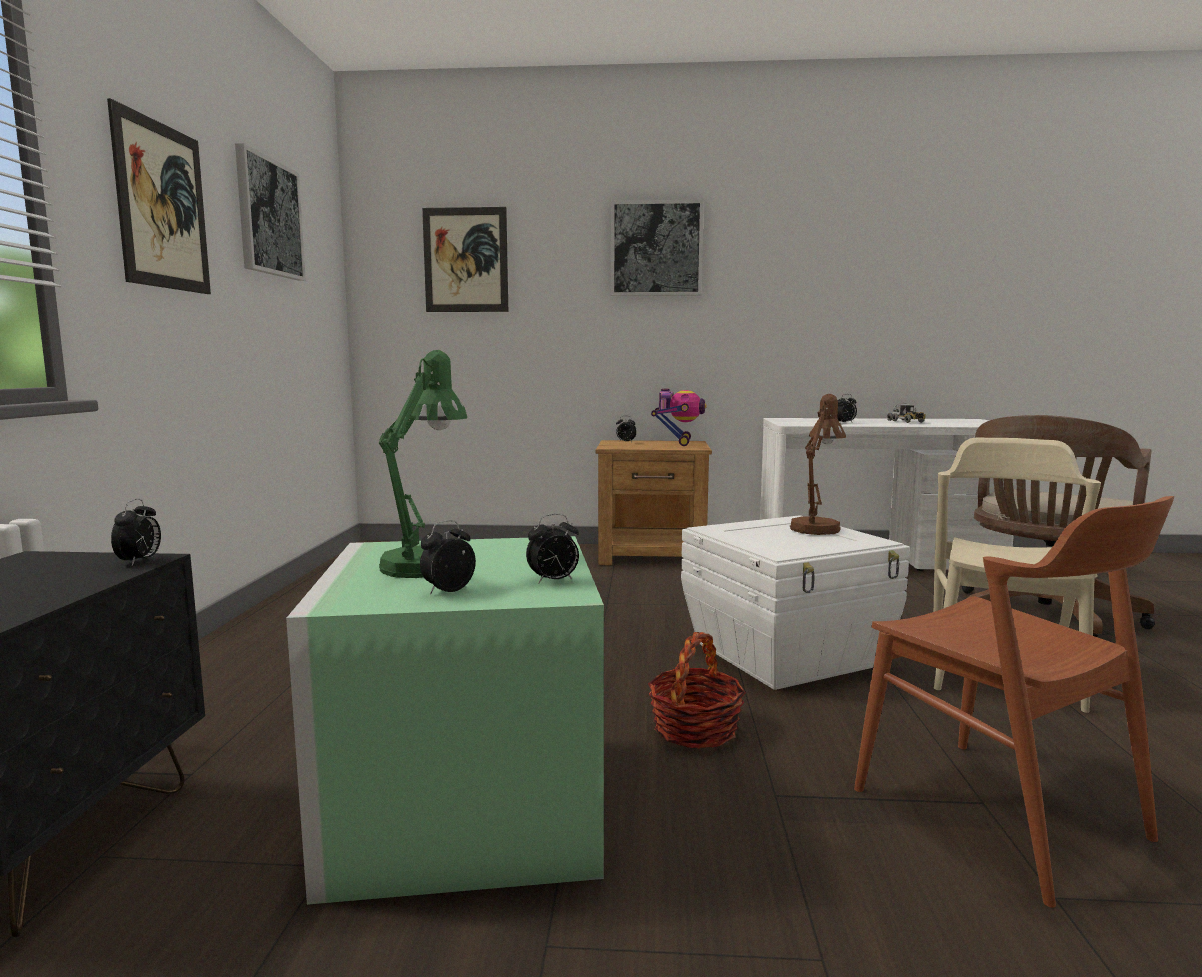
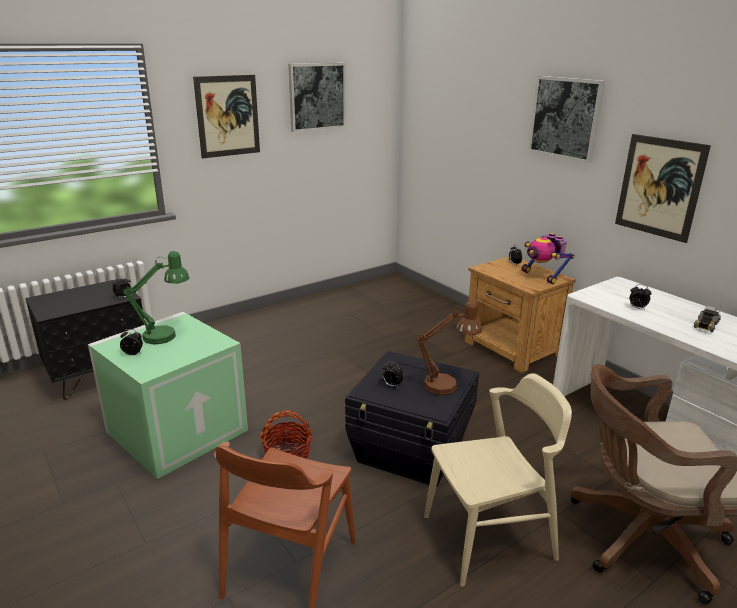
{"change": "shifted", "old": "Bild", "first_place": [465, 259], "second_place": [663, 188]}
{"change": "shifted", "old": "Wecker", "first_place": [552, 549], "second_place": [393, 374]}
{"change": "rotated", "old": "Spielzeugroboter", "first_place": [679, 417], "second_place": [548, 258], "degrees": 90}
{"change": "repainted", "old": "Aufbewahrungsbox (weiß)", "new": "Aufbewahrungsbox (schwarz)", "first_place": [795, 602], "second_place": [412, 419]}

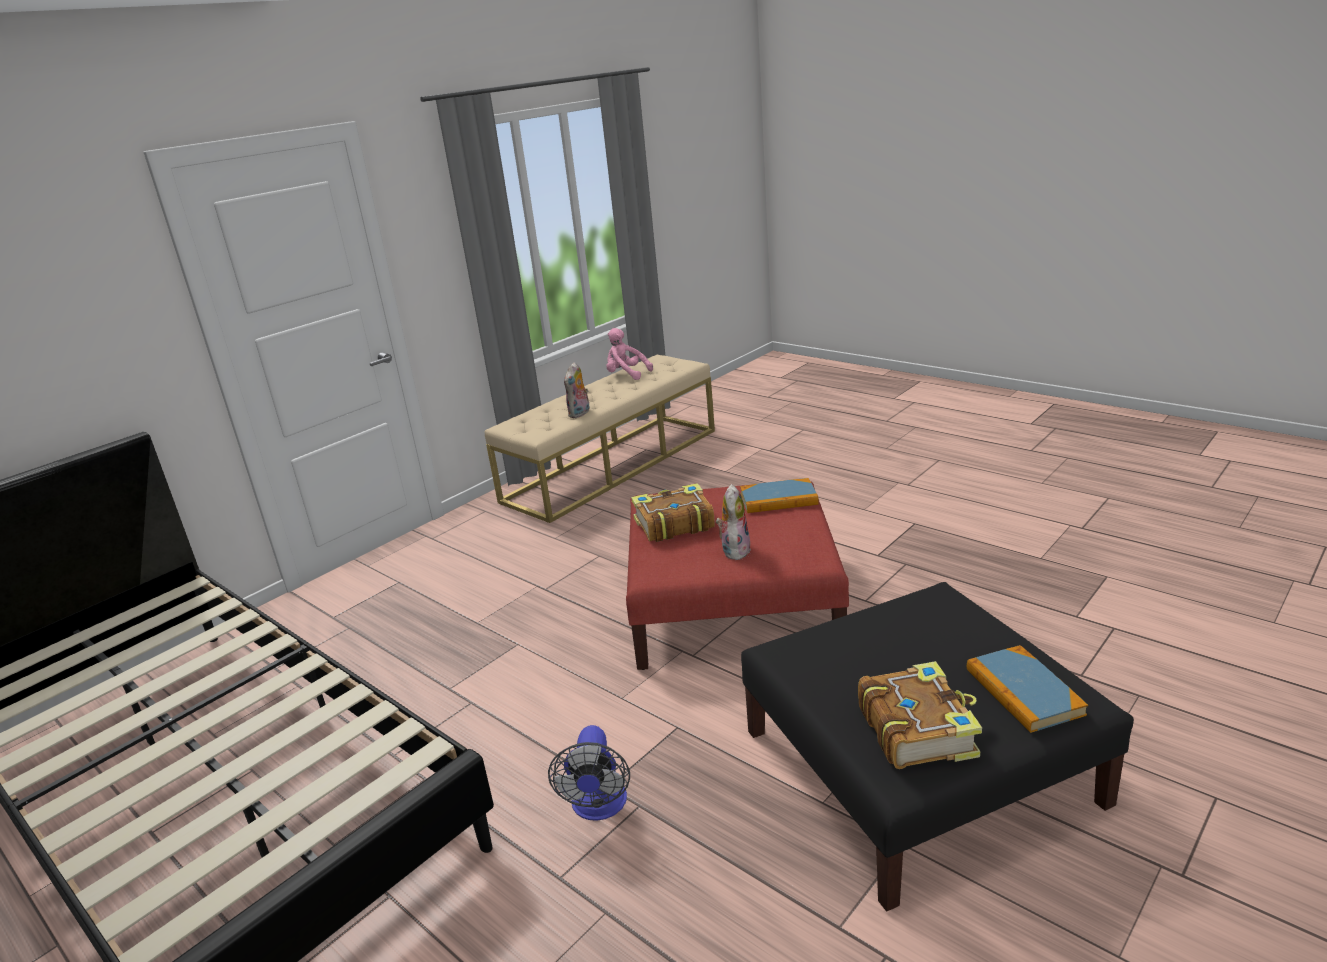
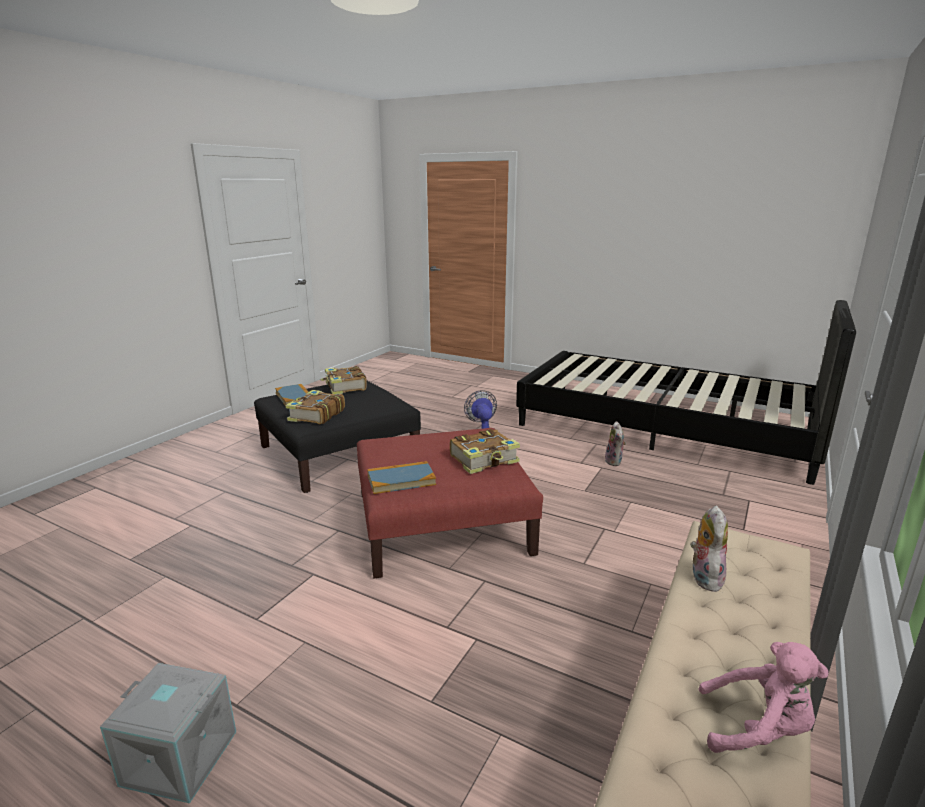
{"change": "shifted", "old": "Plüschtier", "first_place": [733, 522], "second_place": [615, 443]}
{"change": "new", "new": "Aufbewahrungsbox (grau)", "second_place": [168, 733]}
{"change": "new", "new": "Buch", "second_place": [315, 407]}

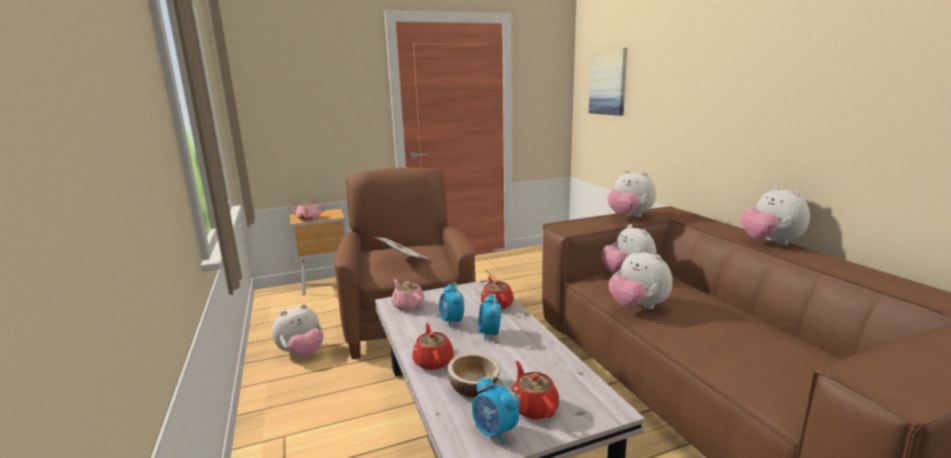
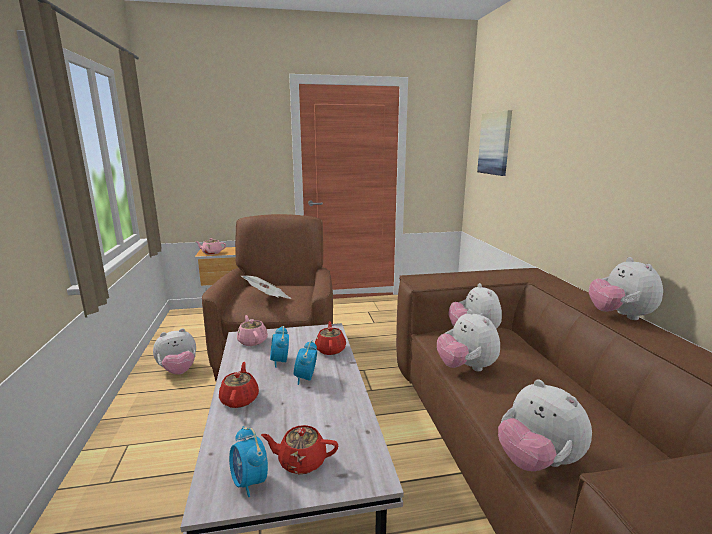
{"change": "gone", "old": "Schüssel", "first_place": [474, 375]}
{"change": "rotated", "old": "Teekanne (rot)", "first_place": [535, 390], "second_place": [299, 449], "degrees": -75}
{"change": "shifted", "old": "Plüschtier", "first_place": [631, 193], "second_place": [545, 425]}

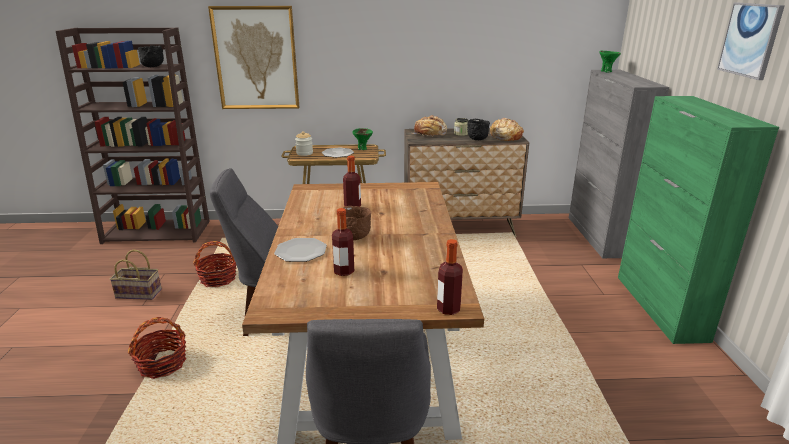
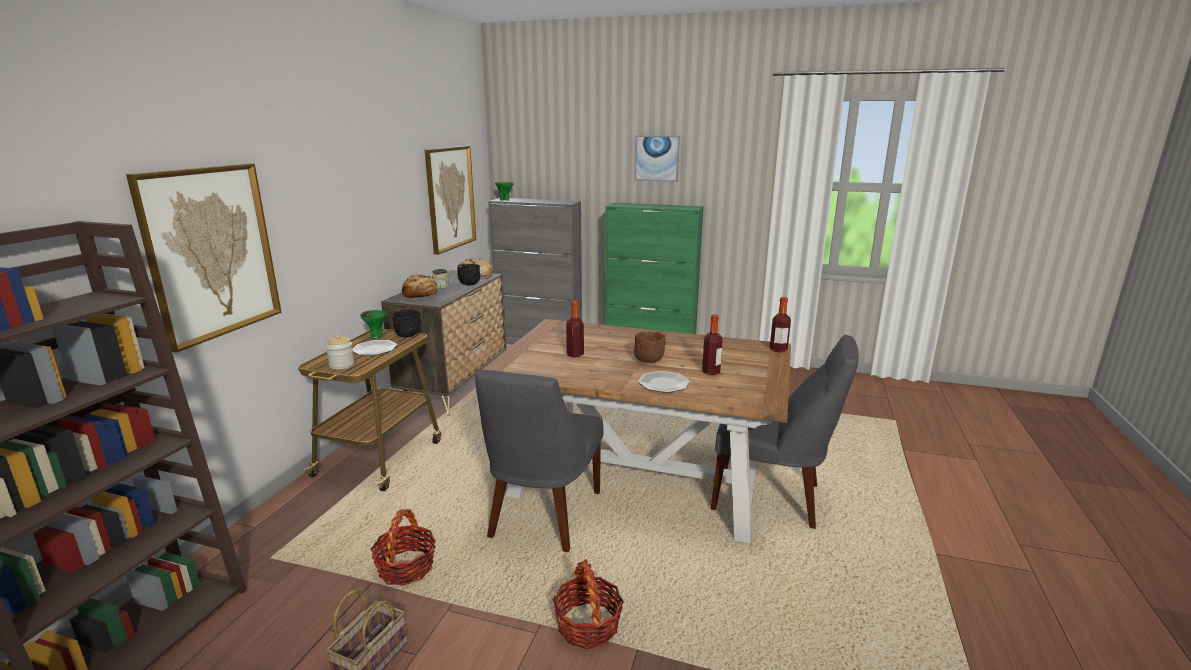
{"change": "shifted", "old": "Schüssel (schwarz)", "first_place": [151, 56], "second_place": [406, 323]}
{"change": "new", "new": "Bild", "second_place": [450, 200]}

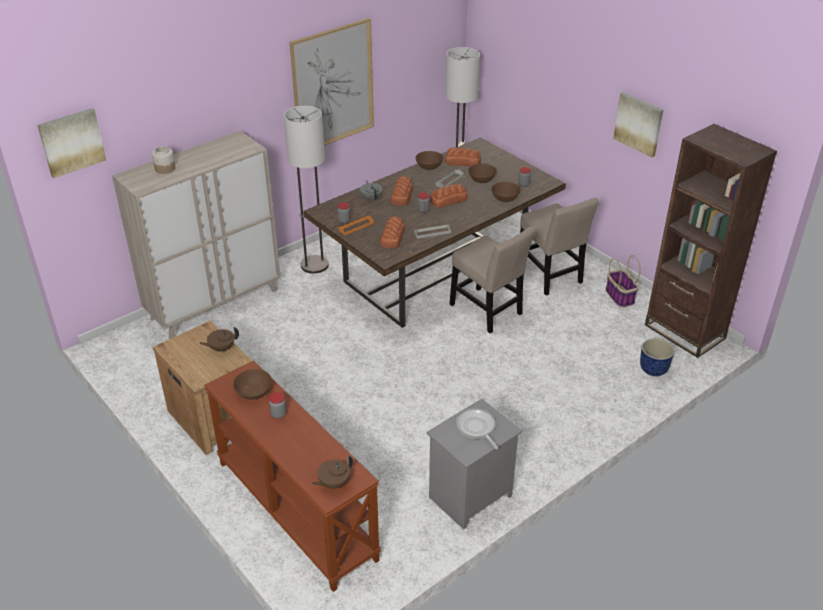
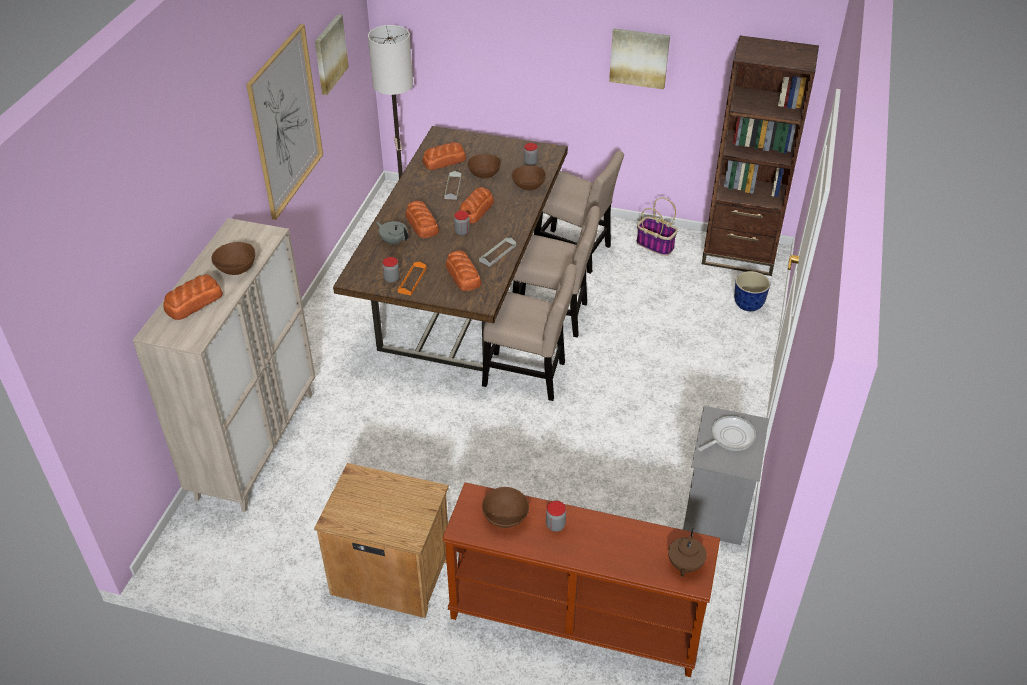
{"change": "shifted", "old": "Bild", "first_place": [71, 143], "second_place": [332, 54]}
{"change": "swapped", "old": "Vorratsglas", "new": "Brot", "first_place": [163, 160], "second_place": [193, 297]}
{"change": "gone", "old": "Teekanne (braun)", "first_place": [219, 339]}
{"change": "gone", "old": "Stehlampe", "first_place": [306, 190]}
{"change": "shifted", "old": "Schüssel (braun)", "first_place": [429, 160], "second_place": [233, 258]}
{"change": "rotated", "old": "Pfanne", "first_place": [477, 429], "second_place": [727, 433], "degrees": 120}
{"change": "new", "new": "Stuhl (beige)", "second_place": [529, 332]}

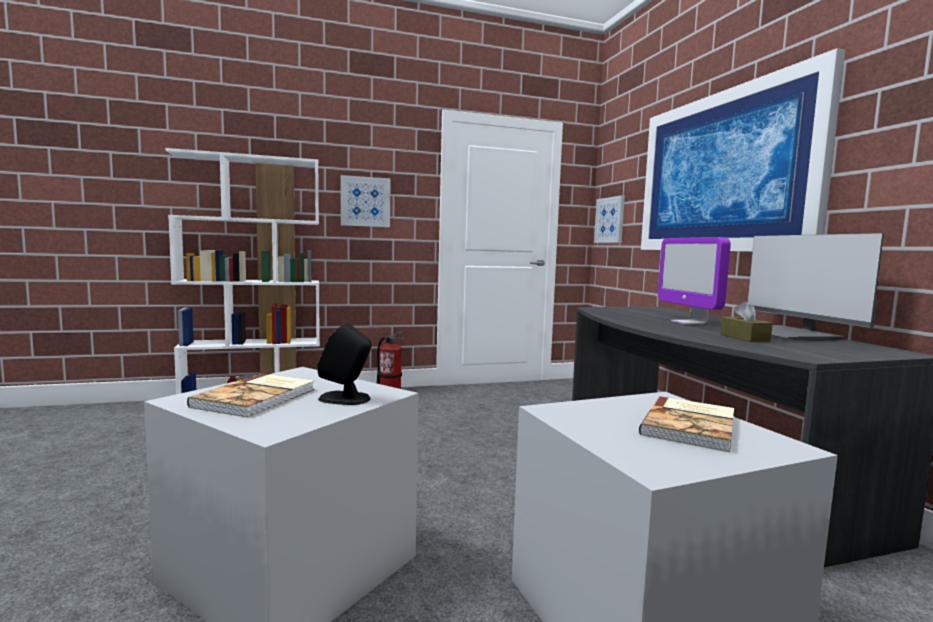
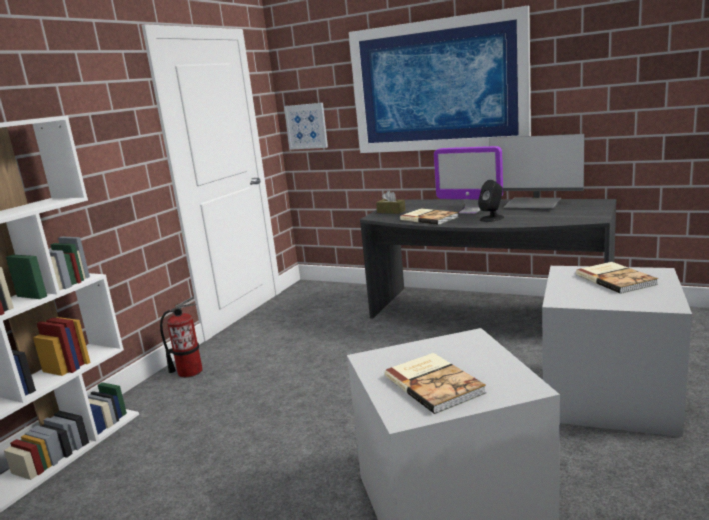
{"change": "shifted", "old": "Lautsprecher (schwarz)", "first_place": [344, 363], "second_place": [491, 201]}
{"change": "gone", "old": "Bild", "first_place": [366, 201]}
{"change": "shifted", "old": "Taschentuchbox (braun)", "first_place": [746, 321], "second_place": [391, 202]}
{"change": "new", "new": "Buch", "second_place": [429, 217]}

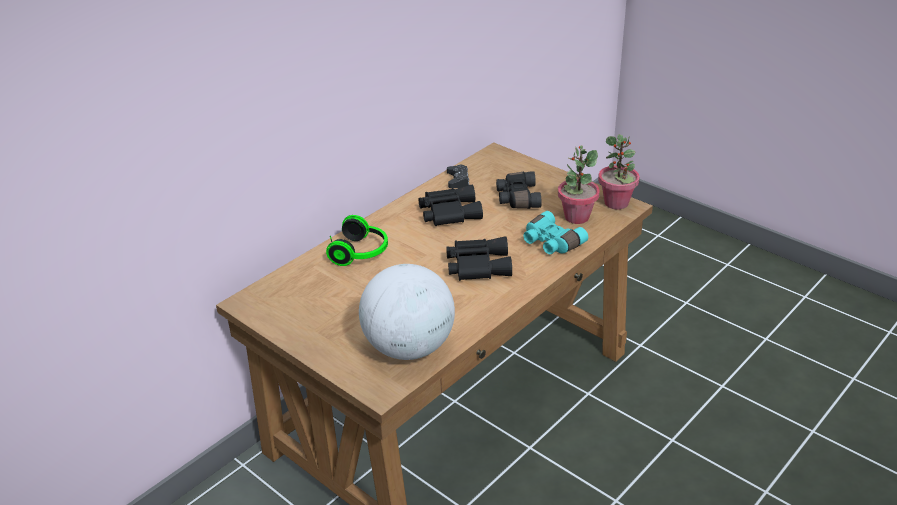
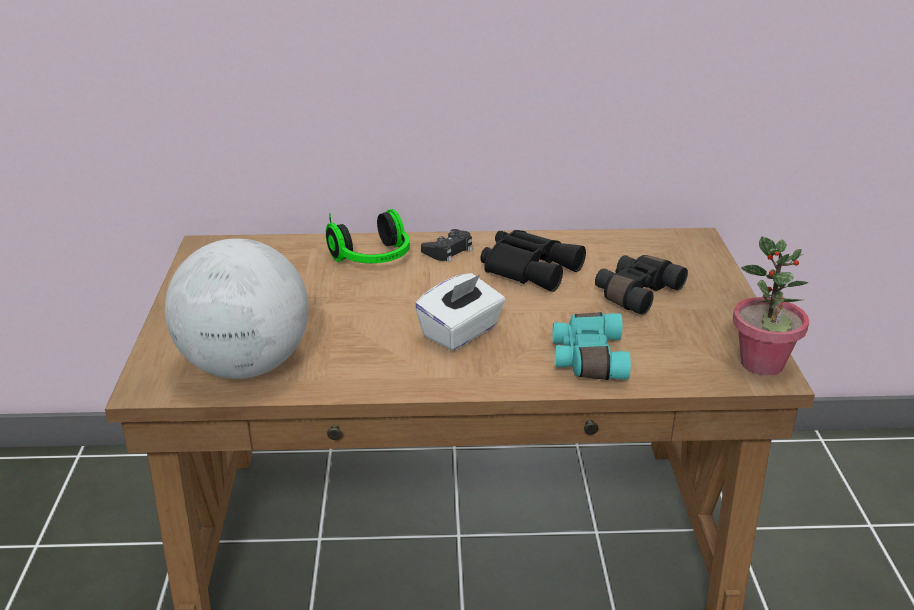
{"change": "swapped", "old": "Fernglas (schwarz)", "new": "Taschentuchbox (weiß)", "first_place": [479, 258], "second_place": [460, 312]}
{"change": "shifted", "old": "Gamepad (schwarz)", "first_place": [458, 176], "second_place": [447, 245]}
{"change": "gone", "old": "Topfpflanze", "first_place": [579, 184]}

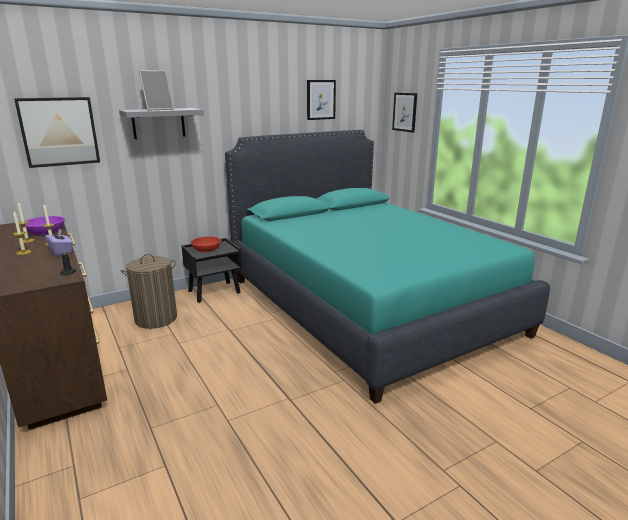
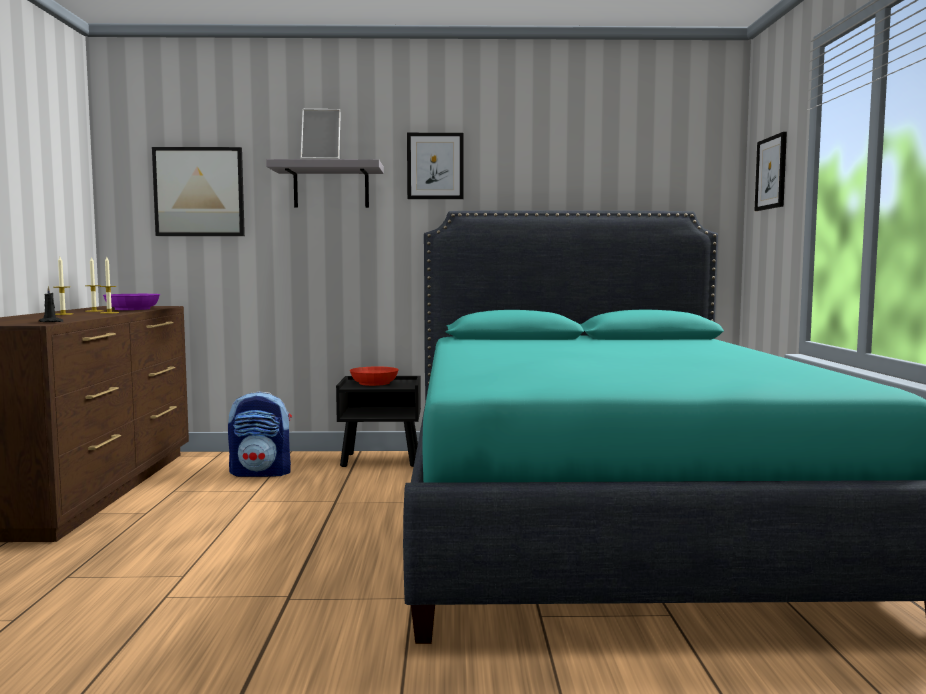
{"change": "gone", "old": "Taschentuchbox (lila)", "first_place": [59, 242]}
{"change": "swapped", "old": "Wäschekorb", "new": "Rucksack", "first_place": [149, 291], "second_place": [260, 434]}
{"change": "shifted", "old": "Bild", "first_place": [321, 100], "second_place": [435, 166]}

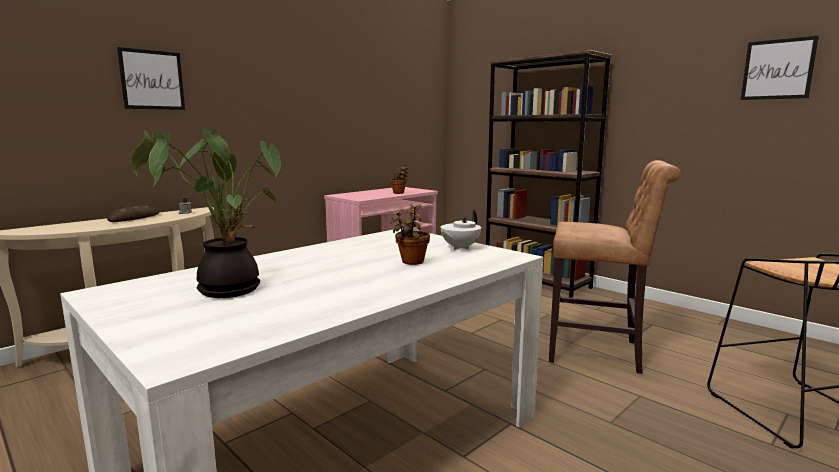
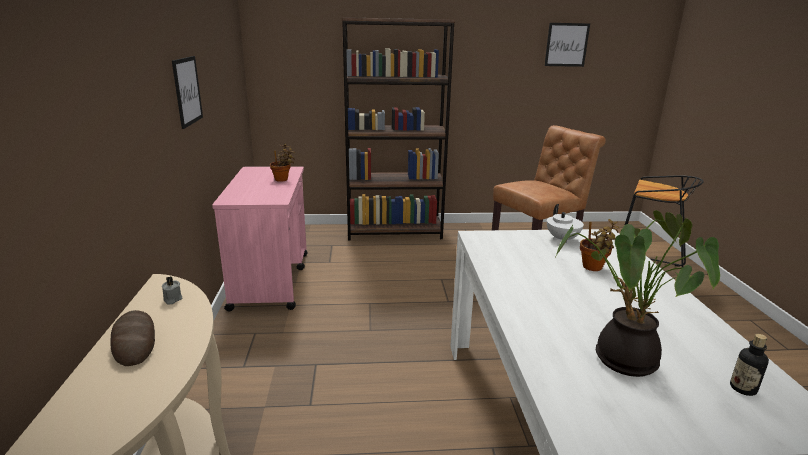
{"change": "shifted", "old": "Bild", "first_place": [151, 78], "second_place": [187, 92]}
{"change": "new", "new": "Flasche", "second_place": [749, 365]}

